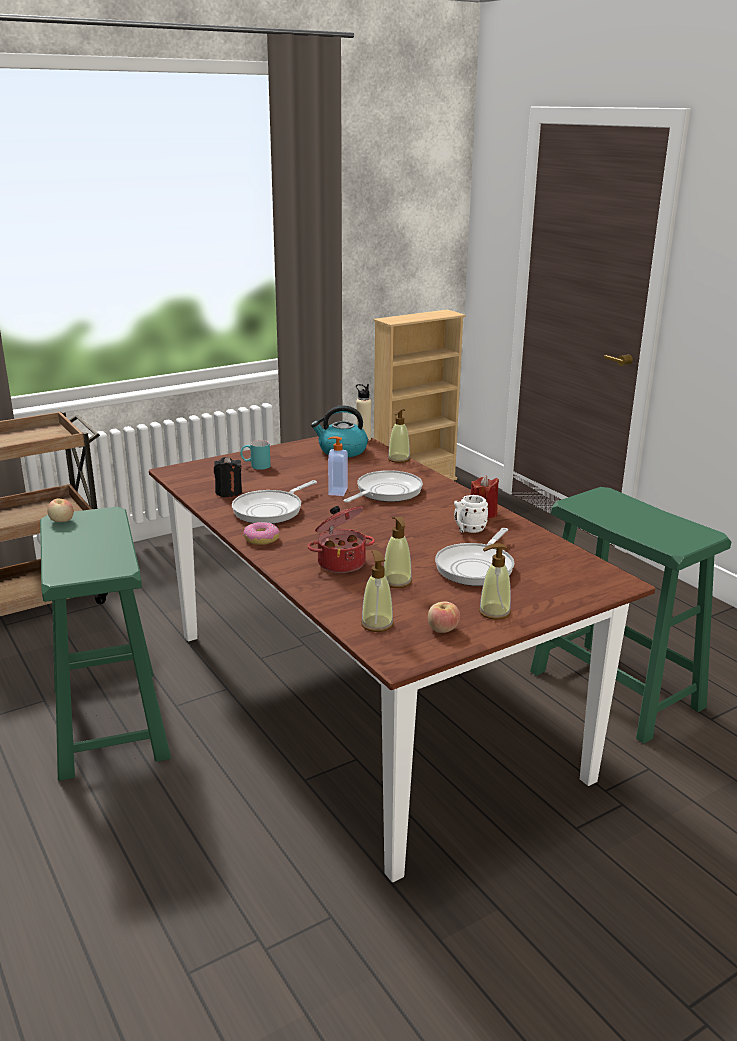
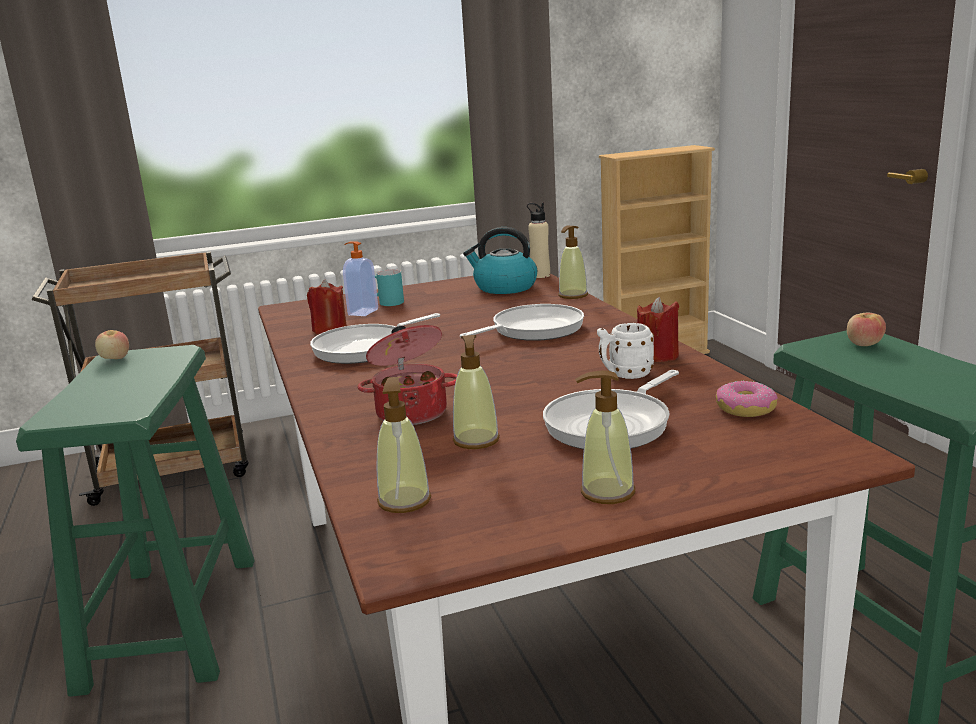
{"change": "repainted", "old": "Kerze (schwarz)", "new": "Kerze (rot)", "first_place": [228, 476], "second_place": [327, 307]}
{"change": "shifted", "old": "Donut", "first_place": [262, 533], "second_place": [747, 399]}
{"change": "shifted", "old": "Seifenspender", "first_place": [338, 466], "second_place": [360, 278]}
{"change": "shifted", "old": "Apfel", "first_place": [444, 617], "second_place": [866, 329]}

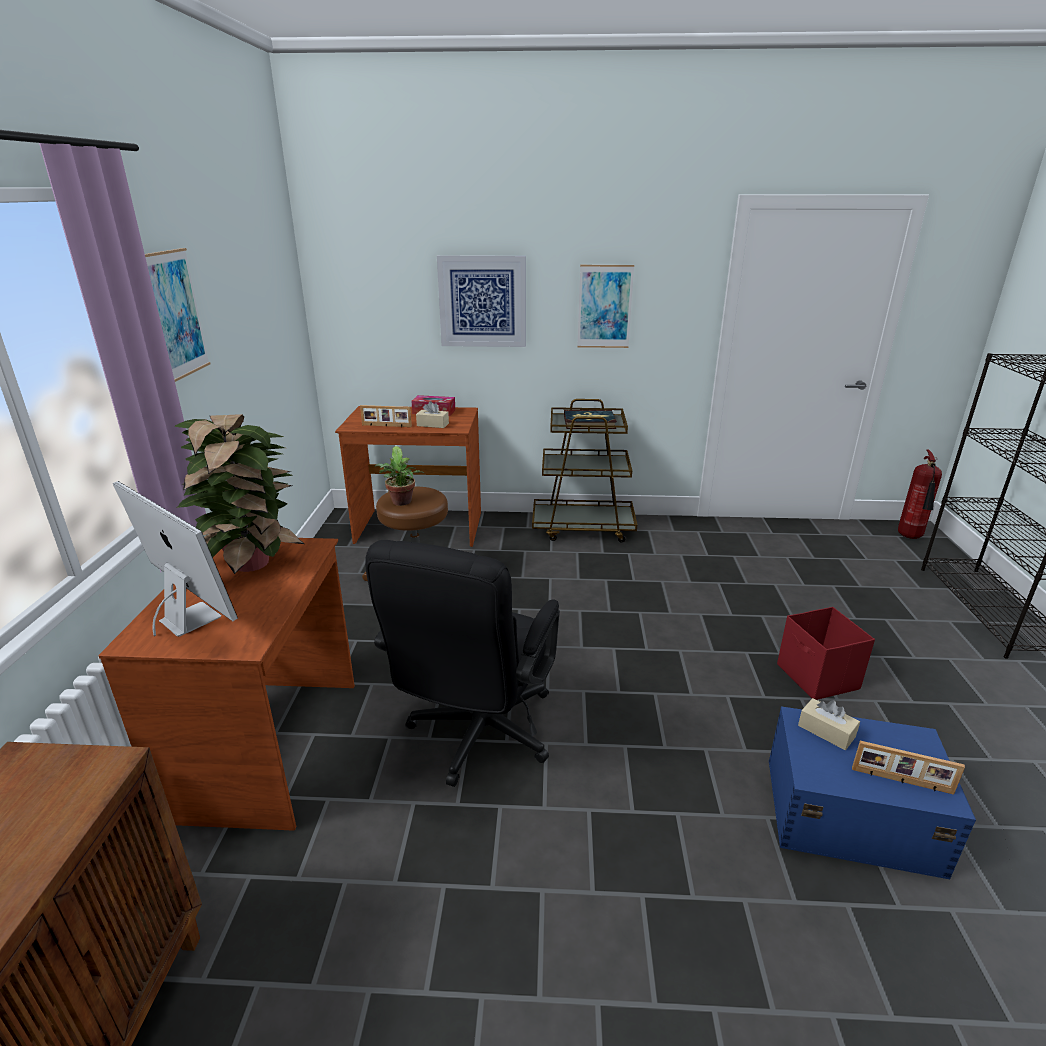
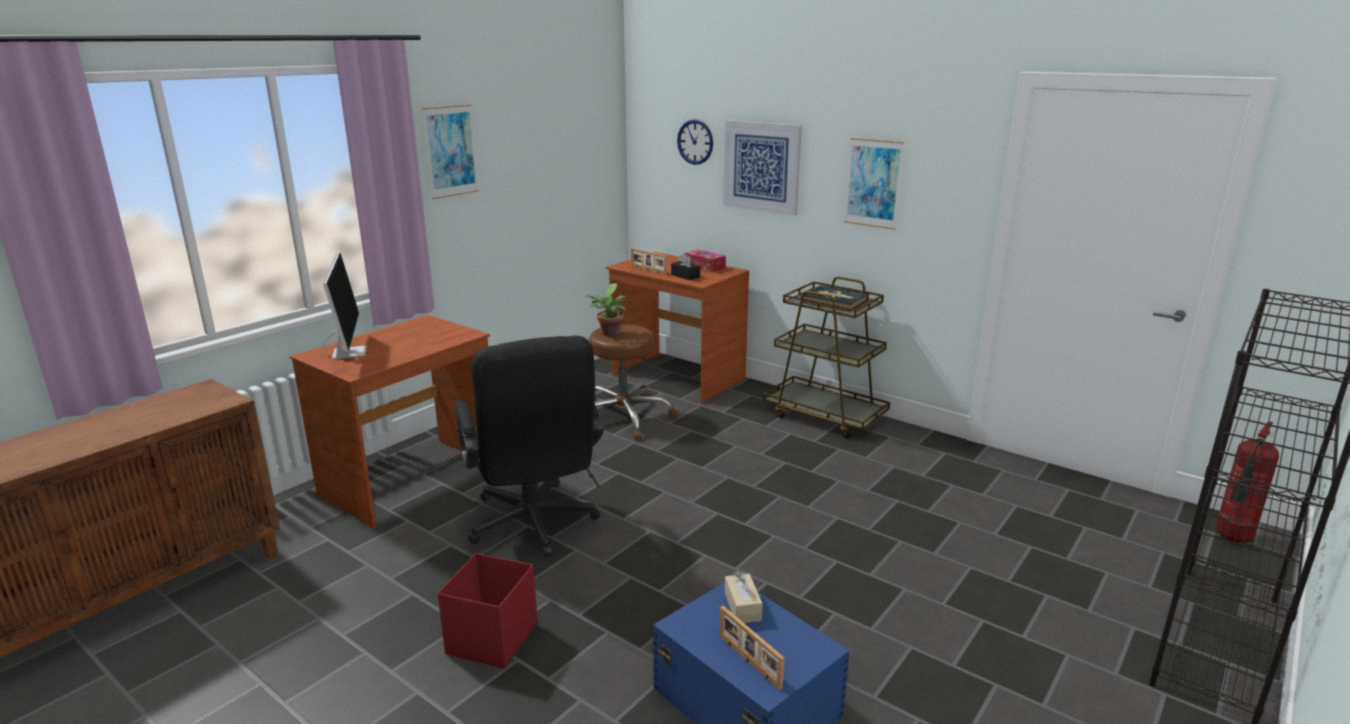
{"change": "gone", "old": "Topfpflanze", "first_place": [239, 494]}
{"change": "rotated", "old": "Bürostuhl (schwarz)", "first_place": [462, 663], "second_place": [529, 446], "degrees": -75}
{"change": "repainted", "old": "Taschentuchbox (beige)", "new": "Taschentuchbox (schwarz)", "first_place": [432, 414], "second_place": [685, 266]}
{"change": "shifted", "old": "Aufbewahrungsbox (rot)", "first_place": [826, 653], "second_place": [487, 611]}
{"change": "new", "new": "Wanduhr", "second_place": [695, 142]}

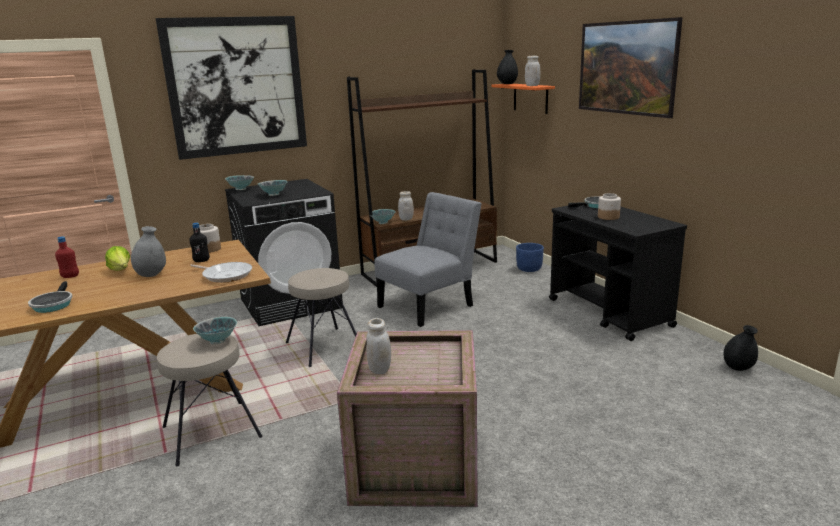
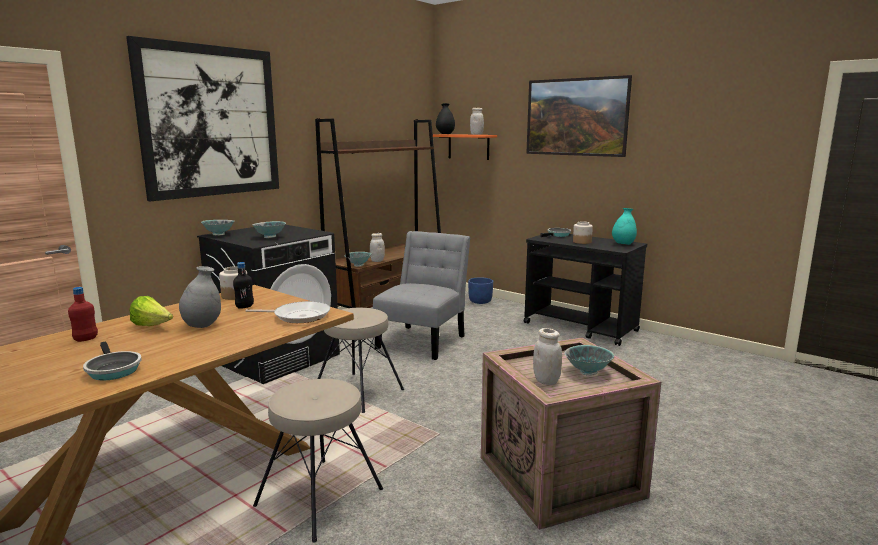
{"change": "shifted", "old": "Schüssel", "first_place": [215, 331], "second_place": [589, 360]}
{"change": "gone", "old": "Vase (schwarz)", "first_place": [741, 348]}
{"change": "new", "new": "Vase (türkis)", "second_place": [624, 226]}

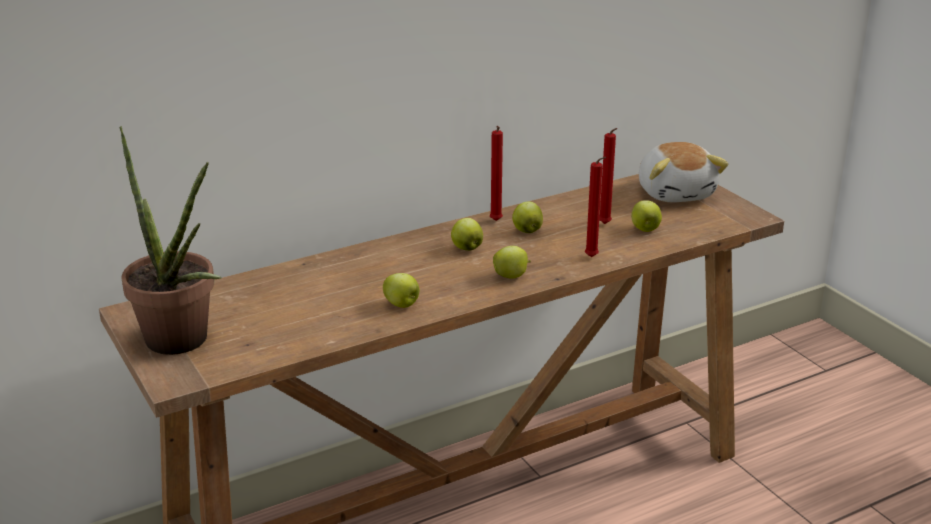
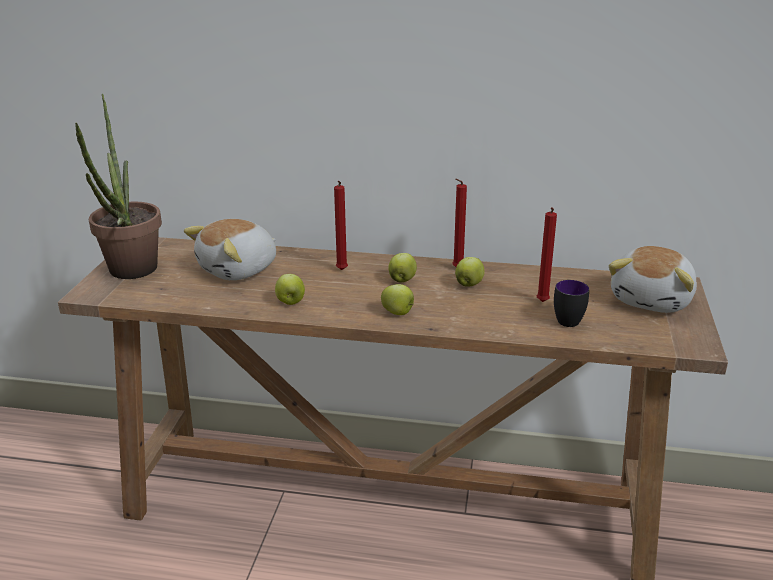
{"change": "shifted", "old": "Kerze (rot)", "first_place": [595, 207], "second_place": [341, 225]}
{"change": "swapped", "old": "Apfel", "new": "Henkelbecher", "first_place": [646, 216], "second_place": [571, 303]}
{"change": "new", "new": "Plüschtier", "second_place": [230, 249]}

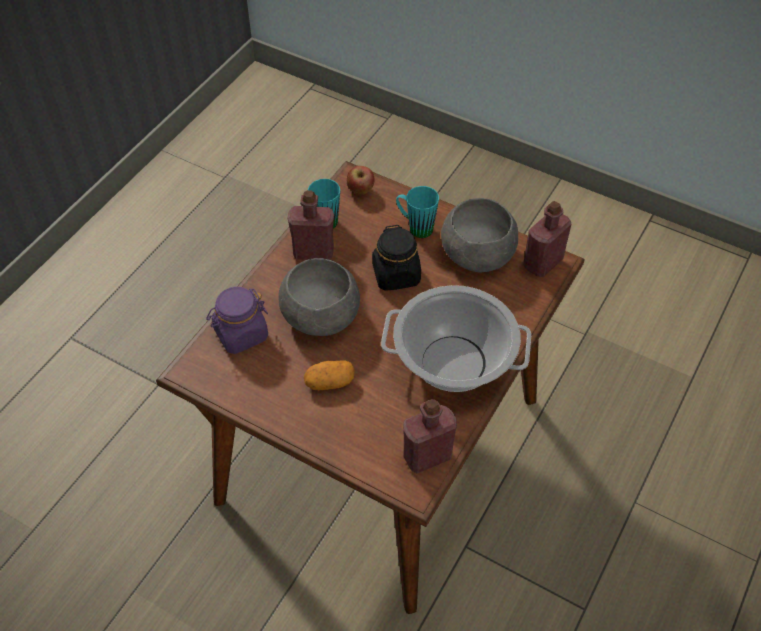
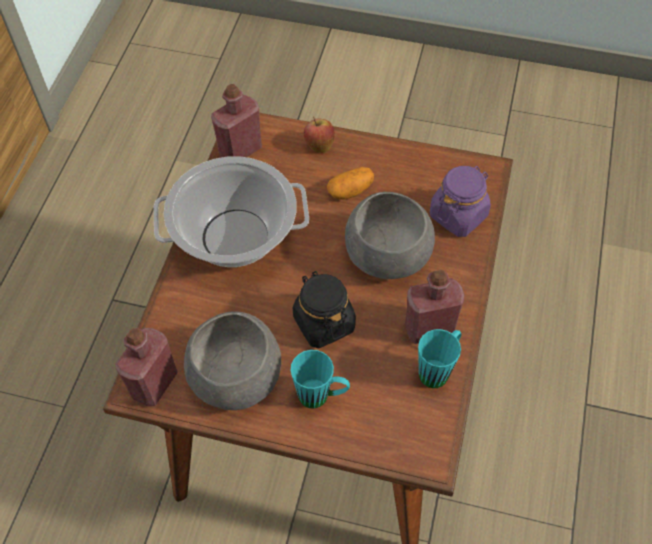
{"change": "shifted", "old": "Apfel", "first_place": [361, 180], "second_place": [319, 134]}

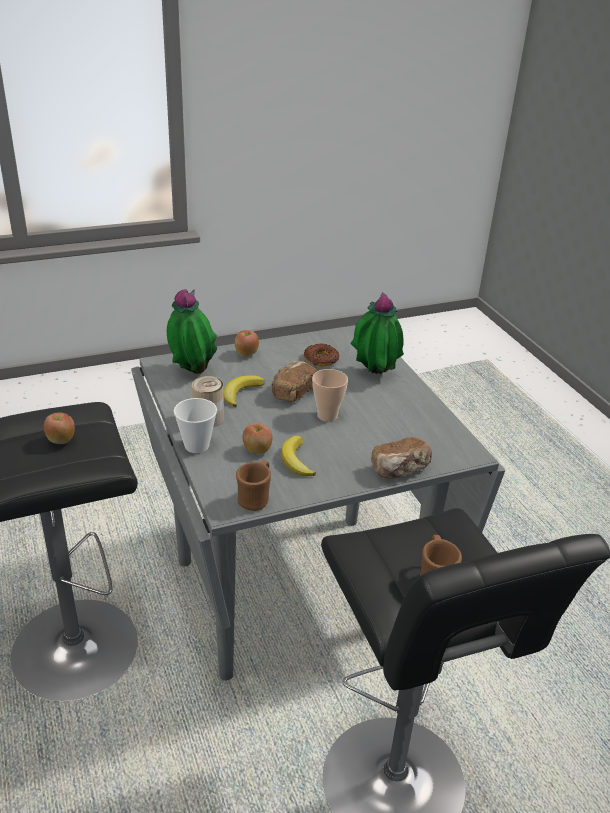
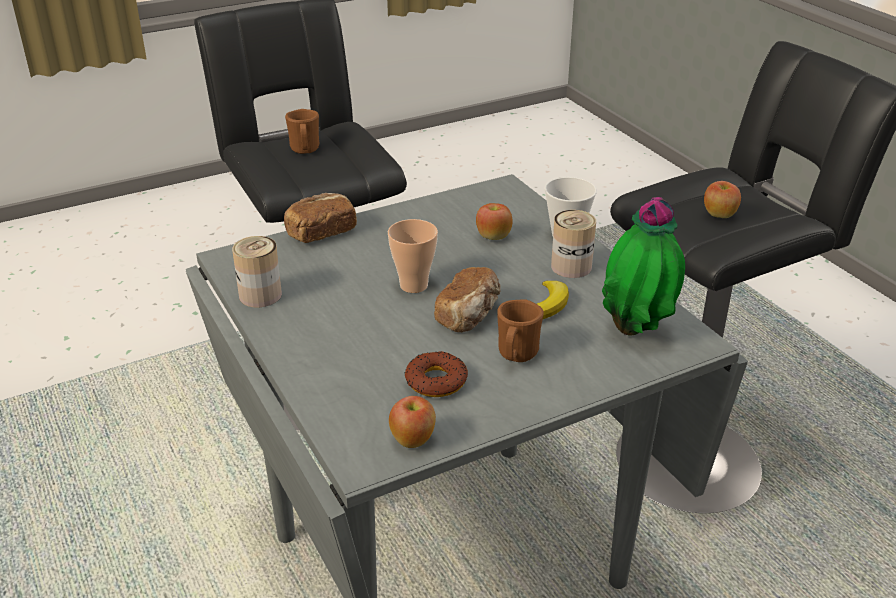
{"change": "shifted", "old": "Apfel", "first_place": [247, 343], "second_place": [412, 422]}
{"change": "shifted", "old": "Henkelbecher (braun)", "first_place": [253, 485], "second_place": [520, 330]}
{"change": "gone", "old": "Banane", "first_place": [298, 456]}
{"change": "gone", "old": "Topfpflanze", "first_place": [377, 333]}
{"change": "new", "new": "Dose", "second_place": [257, 271]}

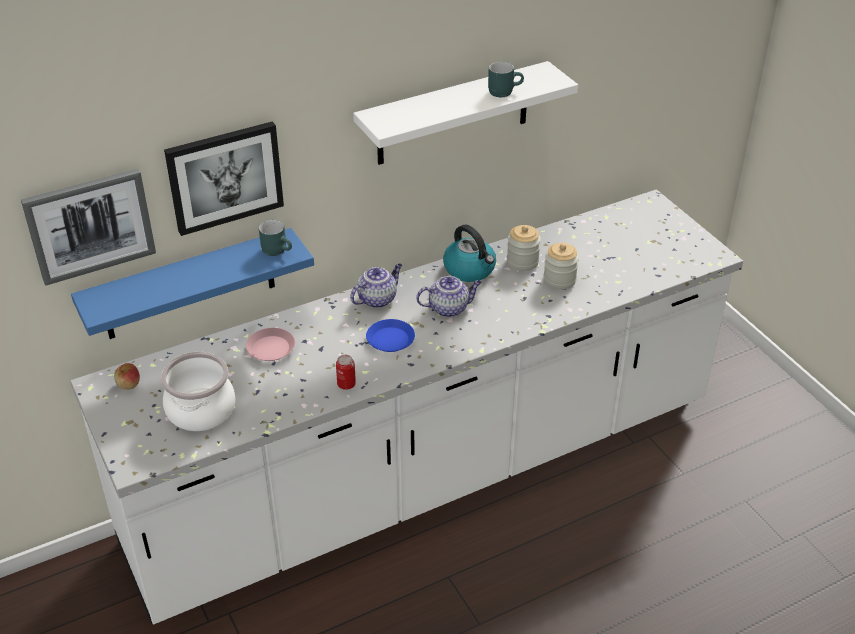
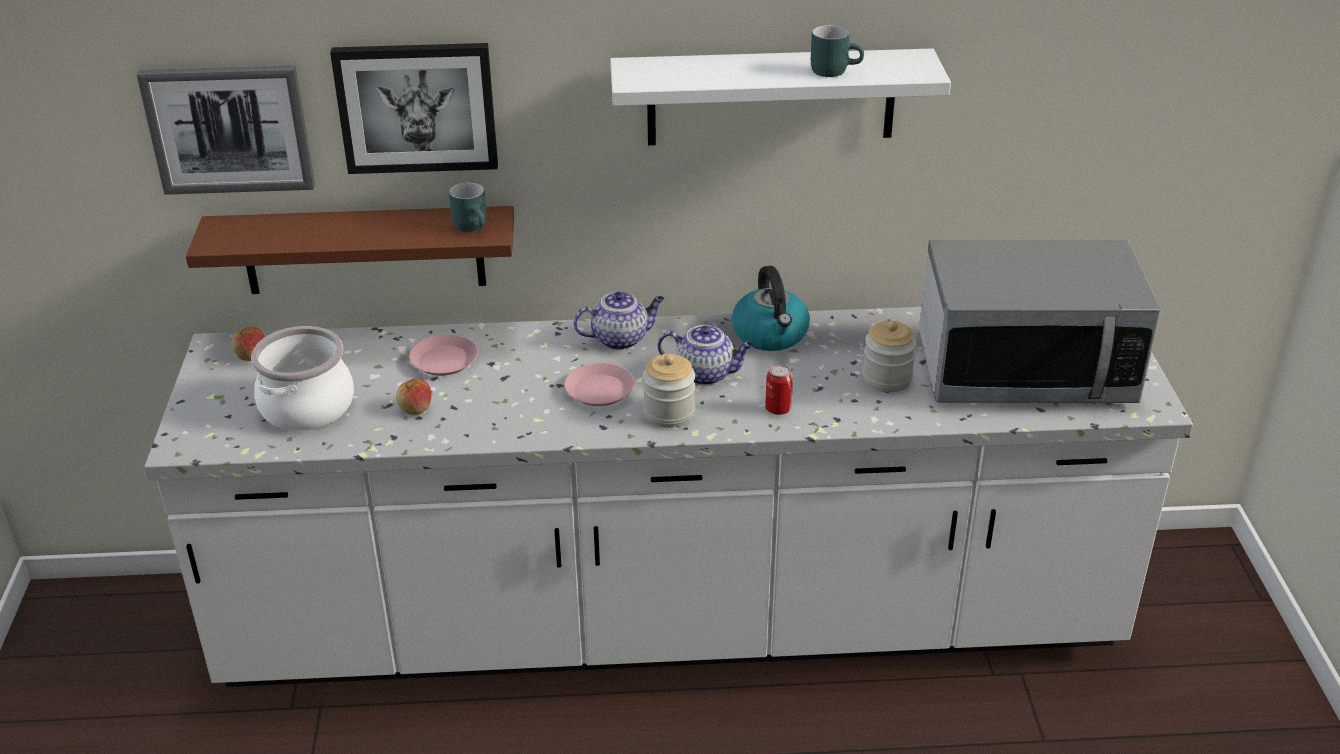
{"change": "repainted", "old": "Wandregal (blau)", "new": "Wandregal (braun)", "first_place": [192, 283], "second_place": [350, 250]}
{"change": "shifted", "old": "Dose", "first_place": [346, 372], "second_place": [779, 389]}
{"change": "repainted", "old": "Teller (blau)", "new": "Teller (rosa)", "first_place": [390, 335], "second_place": [599, 384]}
{"change": "shifted", "old": "Vorratsglas", "first_place": [524, 248], "second_place": [669, 391]}
{"change": "new", "new": "Apfel", "second_place": [413, 396]}
{"change": "new", "new": "Mikrowelle", "second_place": [1040, 321]}

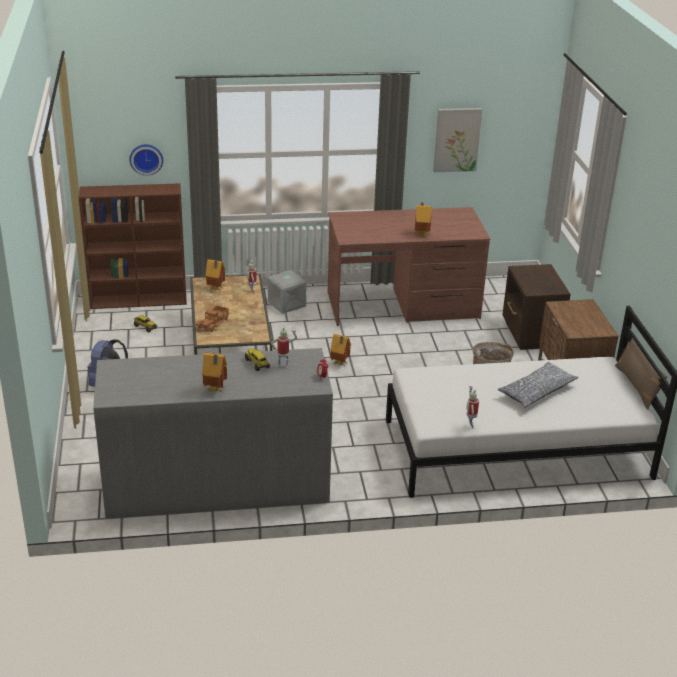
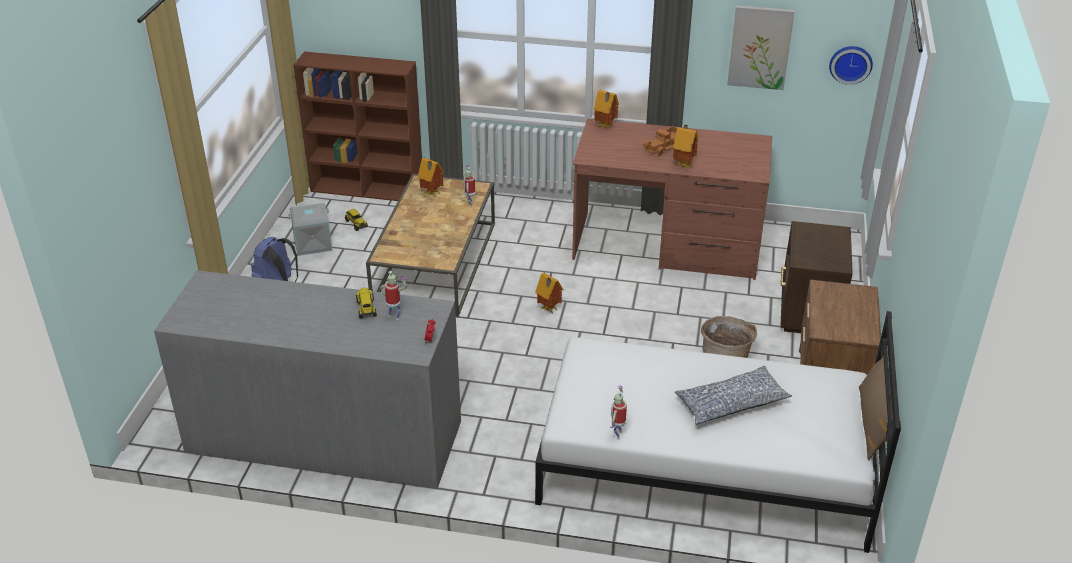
{"change": "shifted", "old": "Wanduhr", "first_place": [146, 159], "second_place": [851, 65]}
{"change": "shifted", "old": "Spielzeuglaster", "first_place": [213, 318], "second_place": [660, 141]}
{"change": "shifted", "old": "Spielzeughaus", "first_place": [214, 372], "second_place": [606, 109]}
{"change": "shifted", "old": "Aufbewahrungsbox (grau)", "first_place": [287, 292], "second_place": [310, 229]}

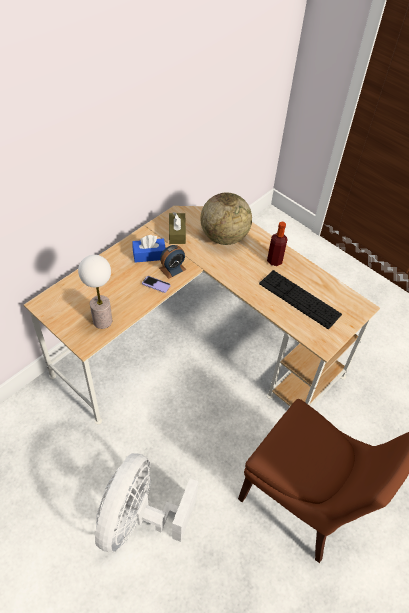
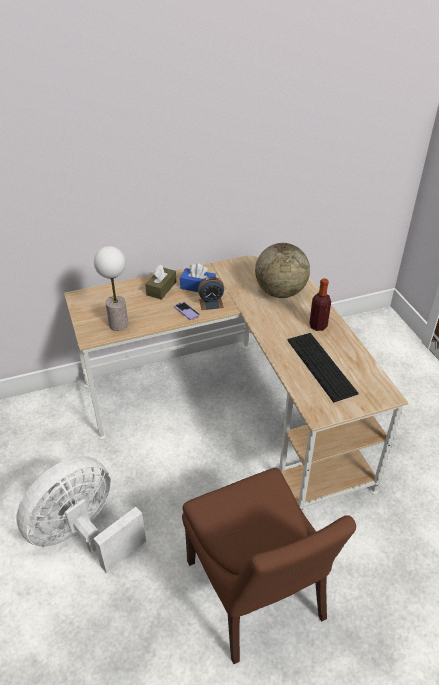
{"change": "shifted", "old": "Taschentuchbox (braun)", "first_place": [177, 228], "second_place": [160, 282]}

